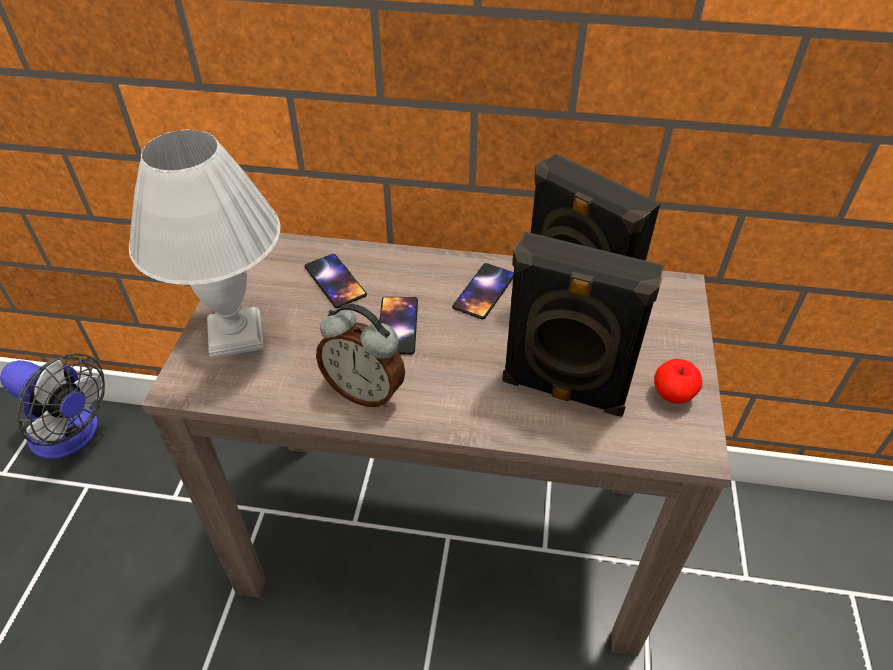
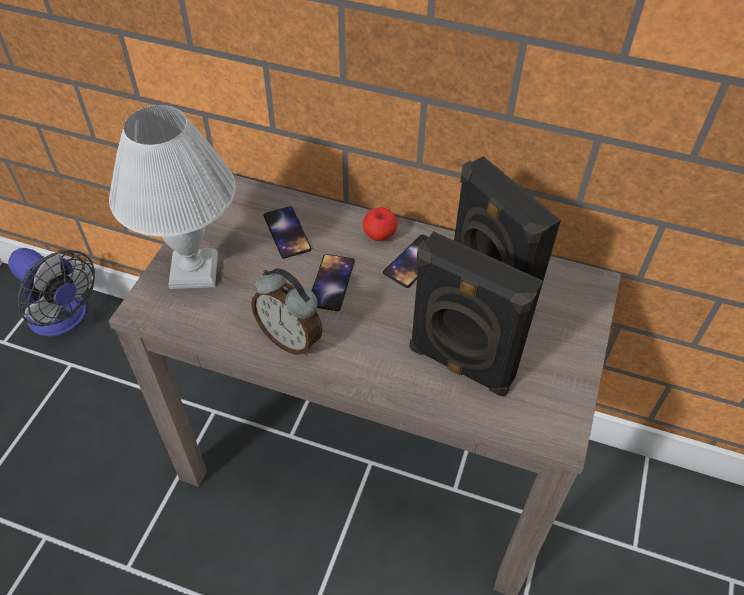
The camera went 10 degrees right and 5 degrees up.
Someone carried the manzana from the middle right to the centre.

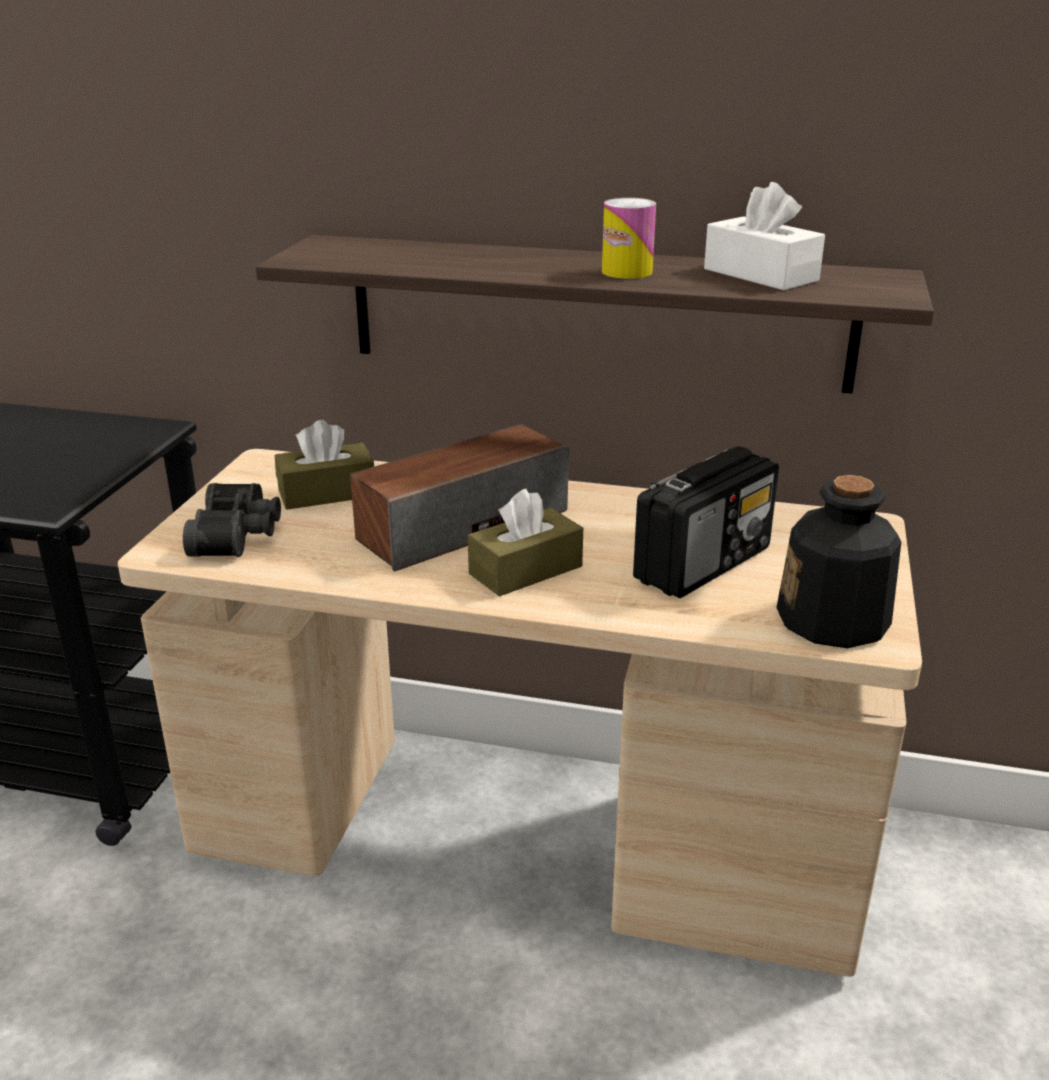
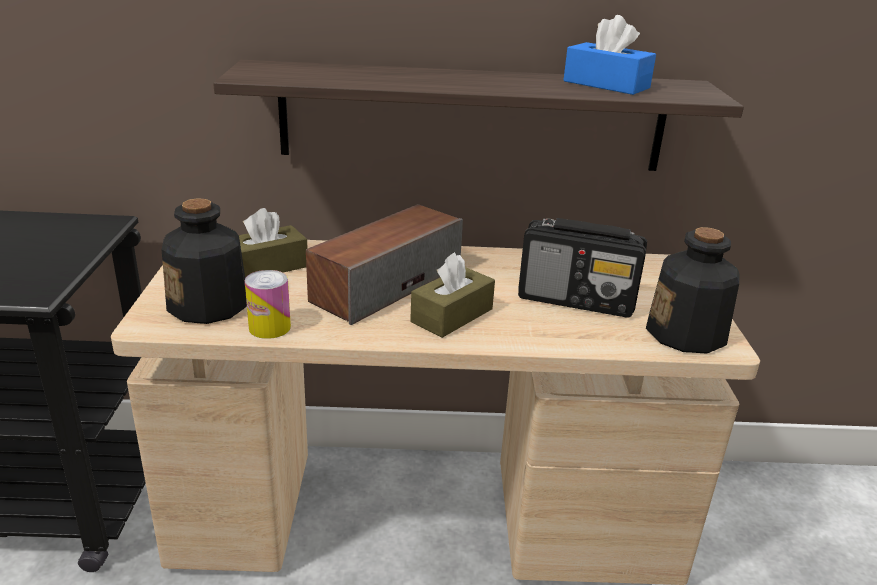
The camera went 15 degrees left and 0 degrees up.
Someone repainted the caja de pañuelos/blanco at the top right, which became the caja de pañuelos/azul at the top right.
Someone carried the lata from the top centre to the middle left.
Someone rotated the radio at the middle right by 75 degrees clockwise.
Someone swapped the prismáticos/negro at the middle left for the botella (1st from left) at the middle left.

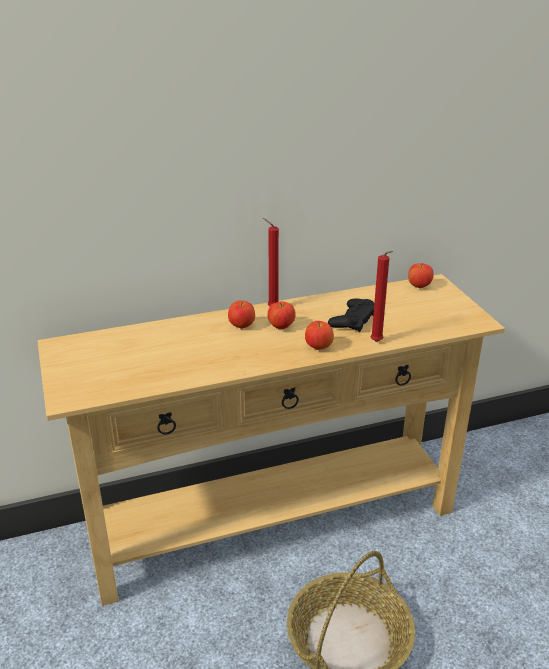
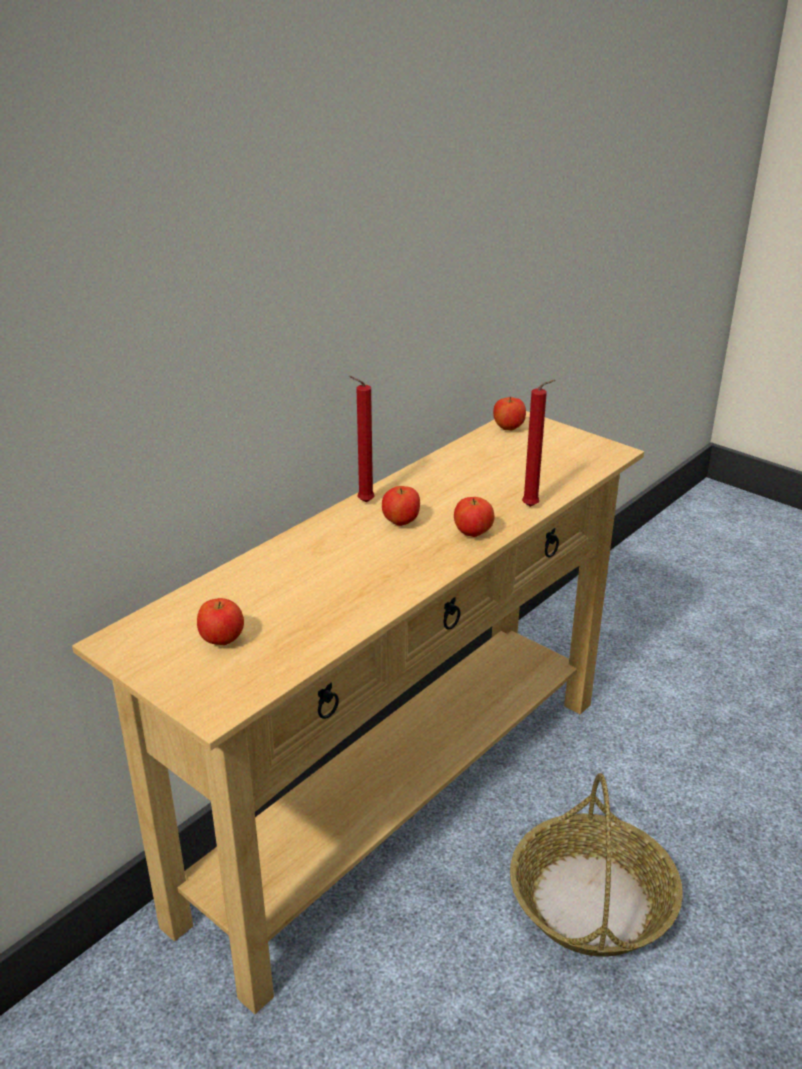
The camera went 30 degrees left and 0 degrees up.
Someone took away the mando de consola/negro at the centre.
Someone carried the manzana (1st from left) from the centre to the middle left.

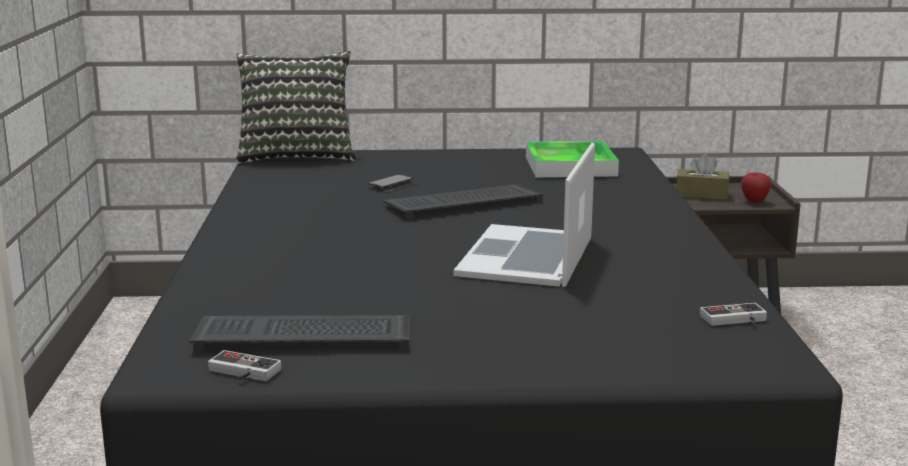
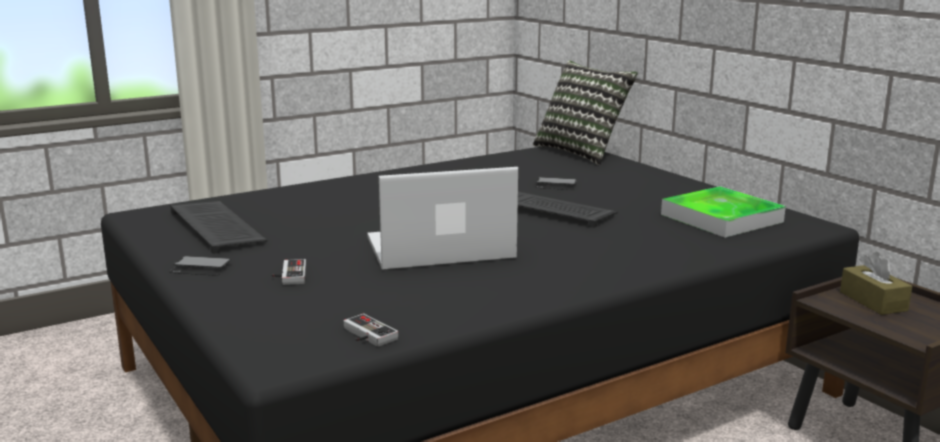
The camera went 60 degrees right and 0 degrees up.
Someone took away the manzana at the middle right.
Someone carried the mando de consola (1st from left) from the bottom left to the middle left.
Someone put down the móvil (1st from left) at the middle left.

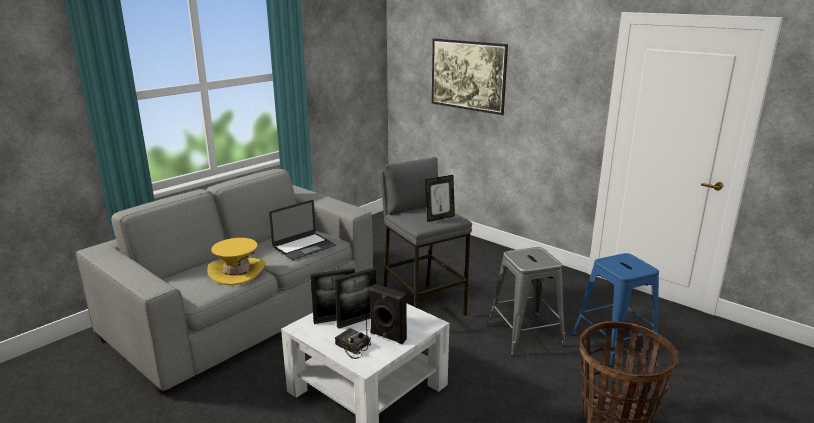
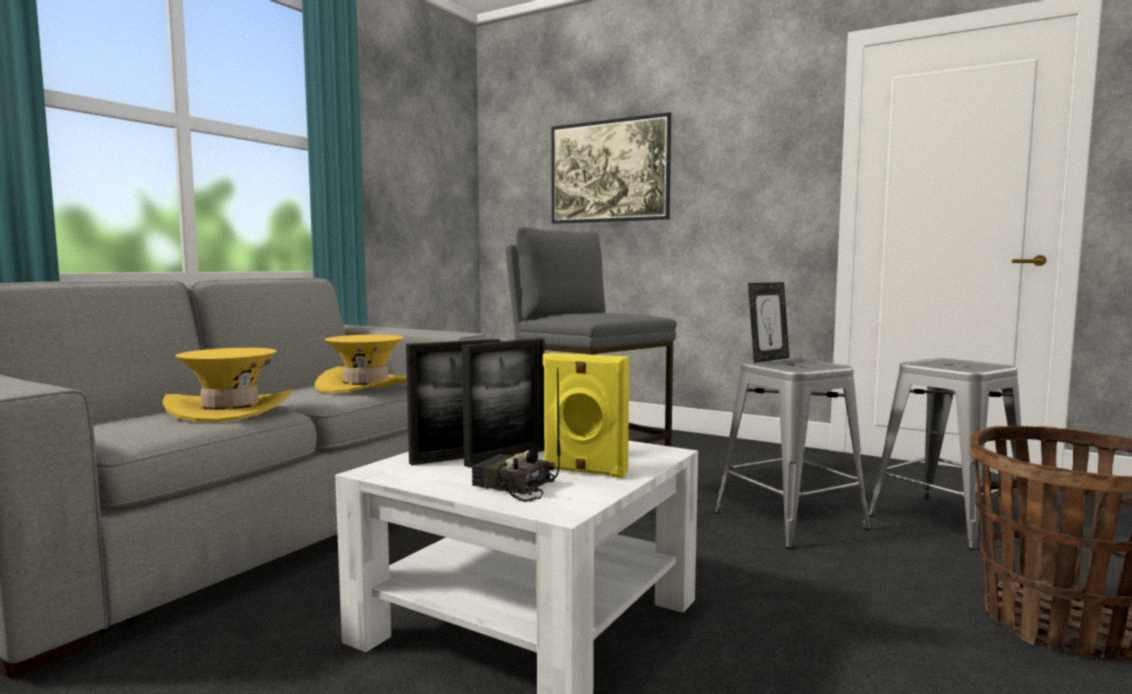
The camera went 10 degrees left and 15 degrees down.
Someone carried the portarretratos (3rd from left) from the centre to the middle right.
Someone swapped the portátil at the centre for the sombrero/amarillo (2nd from left) at the middle left.
Someone repainted the taburete/azul at the bottom right, which became the taburete/gris (3rd from left) at the middle right.
Someone repainted the altavoz/negro at the bottom centre, which became the altavoz/amarillo at the centre.

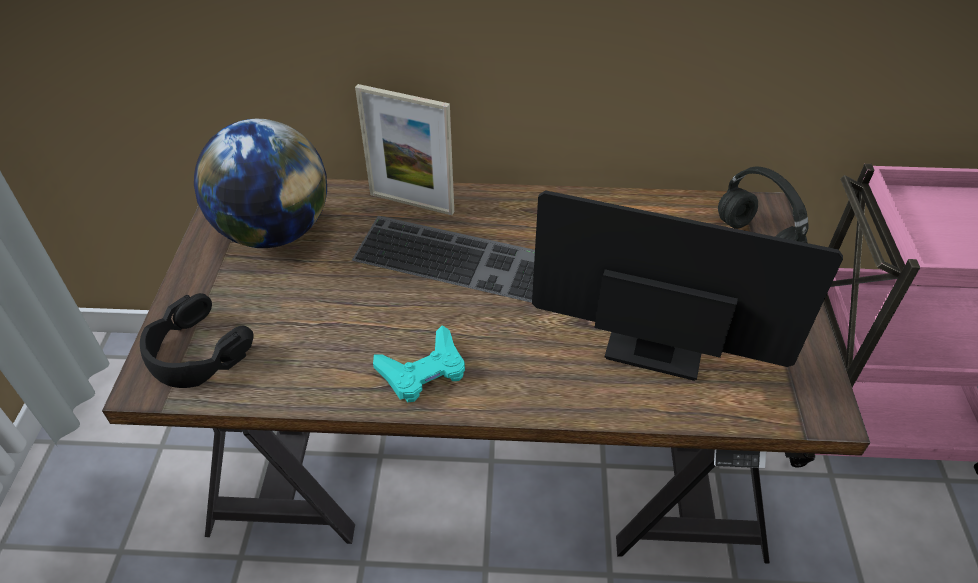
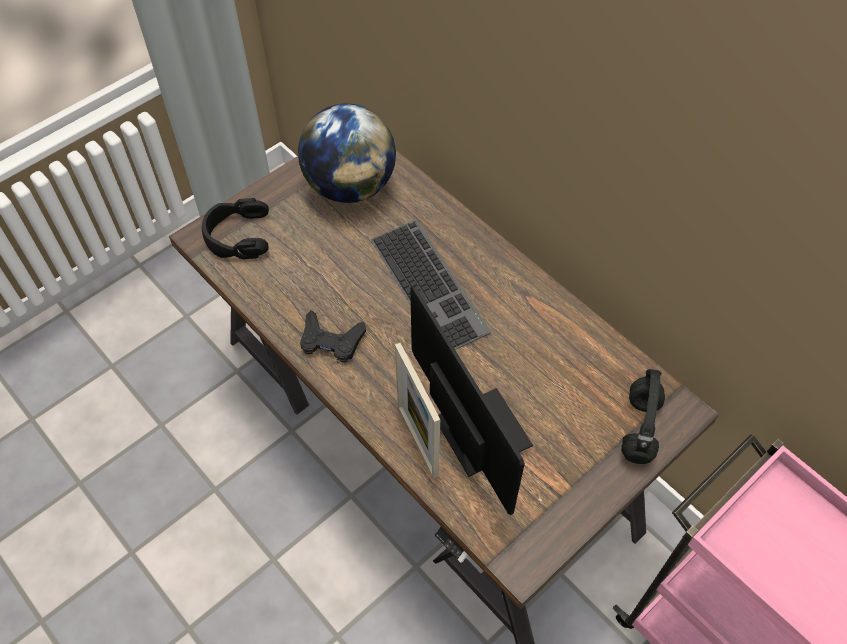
The camera went 45 degrees right and 10 degrees up.
Someone carried the portarretratos from the top centre to the centre.
Someone repainted the mando de consola/turquesa at the centre, which became the mando de consola/negro at the centre.

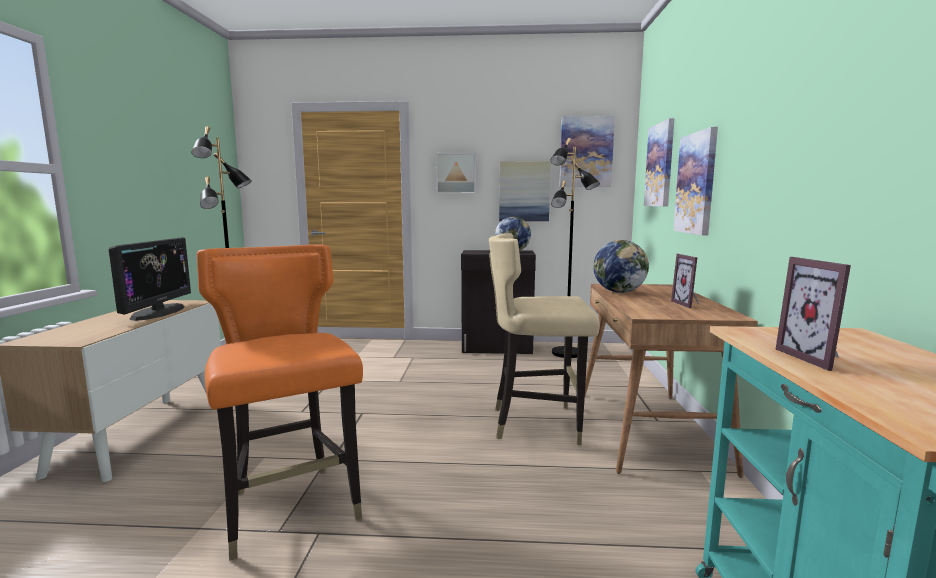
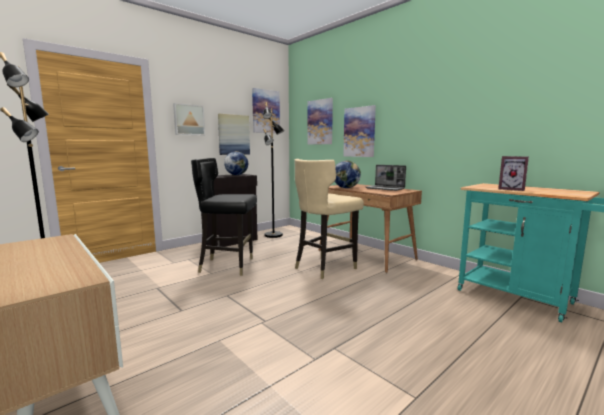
The camera went 45 degrees left and 0 degrees up.
Someone took away the monitor at the middle left.
Someone took away the silla/naranja at the bottom left.
Someone swapped the portarretratos (1st from left) at the middle right for the portátil at the centre.
Someone put down the silla/negro at the centre.

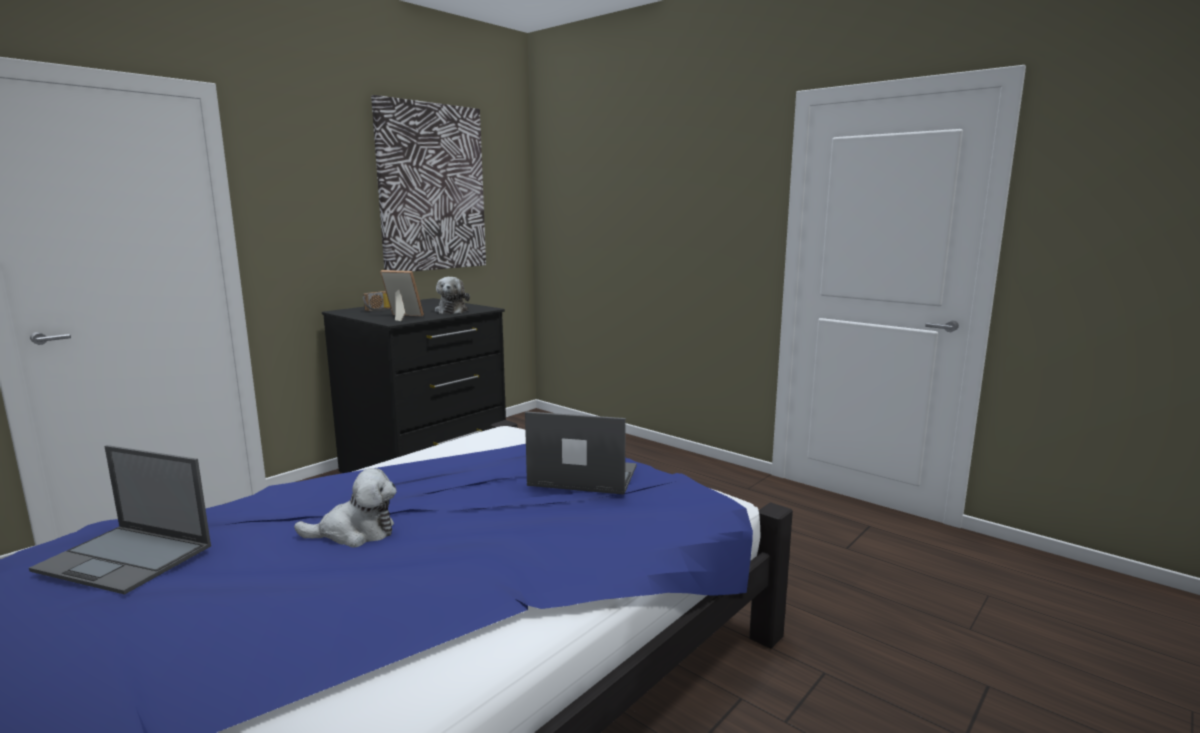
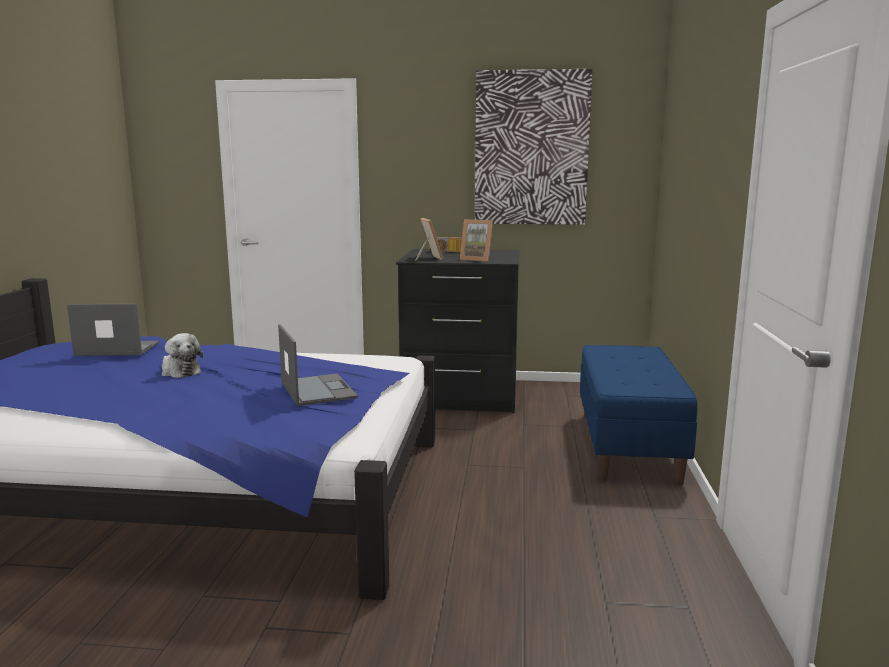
The camera went 55 degrees right and 0 degrees up.
Someone swapped the peluche (2nd from left) at the centre for the portarretratos (2nd from left) at the centre.
Someone rotated the portátil (1st from left) at the bottom left by 105 degrees clockwise.
Someone put down the banco/azul at the middle right.

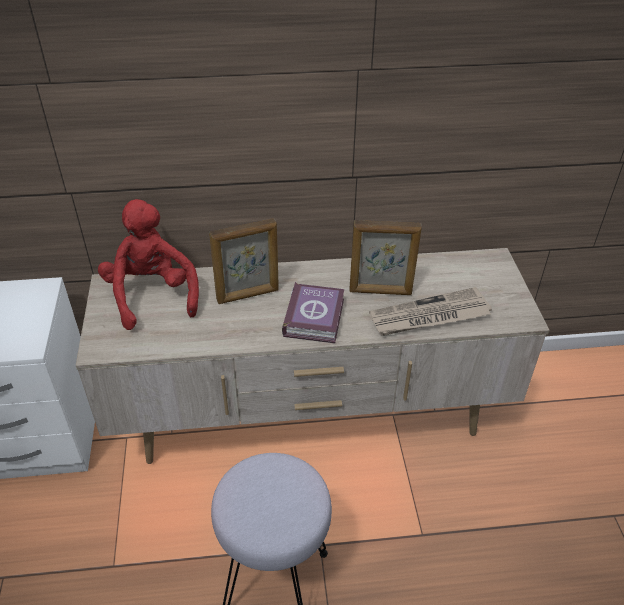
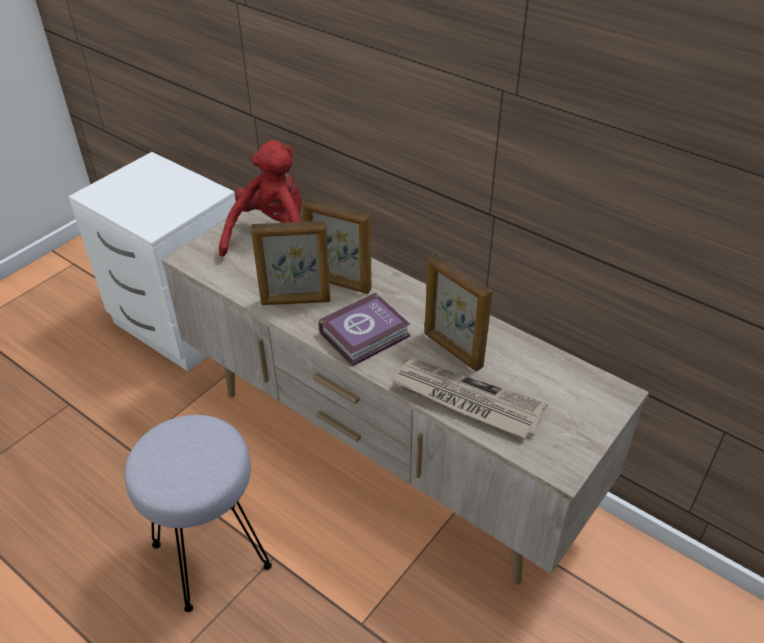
The camera went 45 degrees right and 0 degrees up.
Someone put down the portarretratos (1st from left) at the centre.

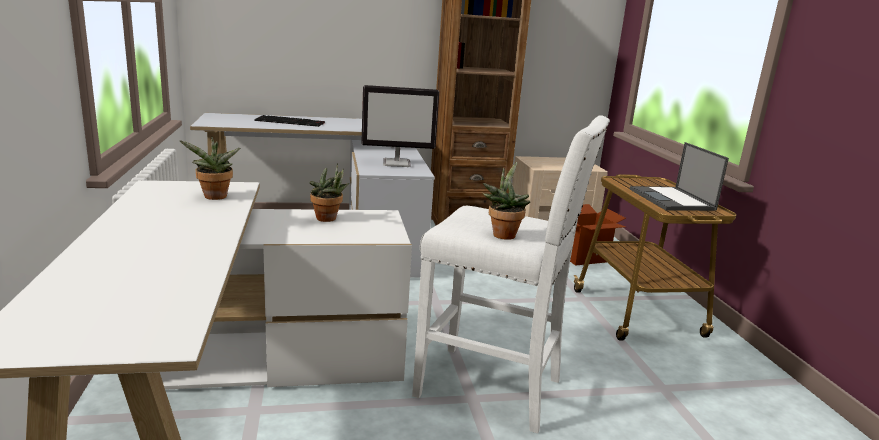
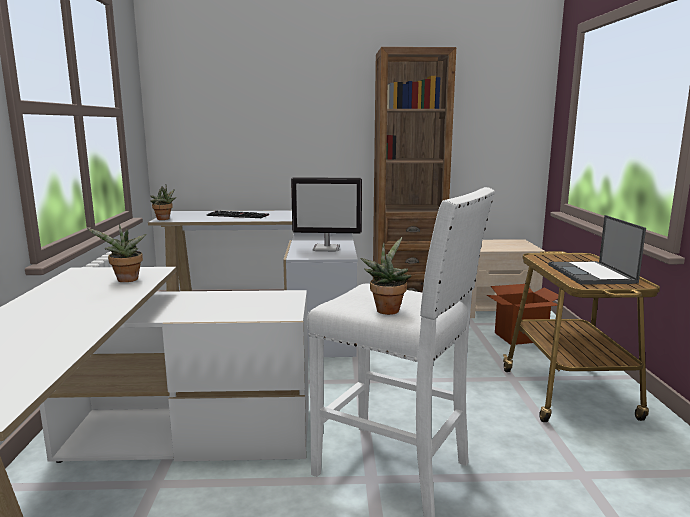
The camera went 10 degrees right and 5 degrees down.
Someone carried the planta en maceta (2nd from left) from the centre to the middle left.

